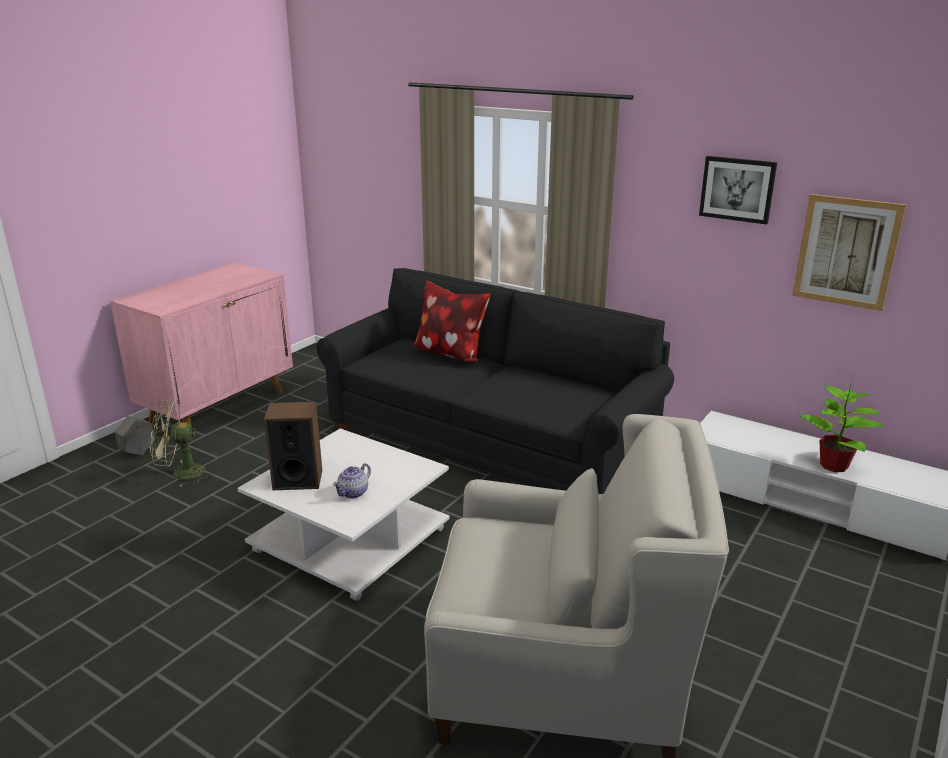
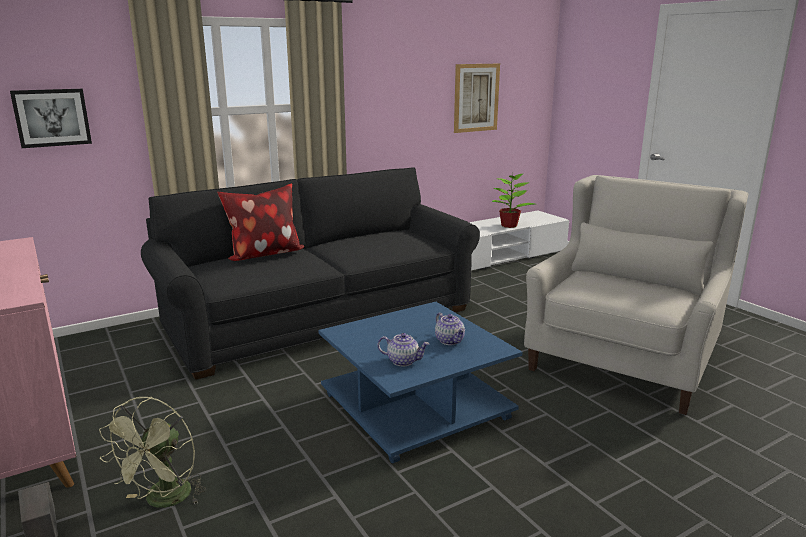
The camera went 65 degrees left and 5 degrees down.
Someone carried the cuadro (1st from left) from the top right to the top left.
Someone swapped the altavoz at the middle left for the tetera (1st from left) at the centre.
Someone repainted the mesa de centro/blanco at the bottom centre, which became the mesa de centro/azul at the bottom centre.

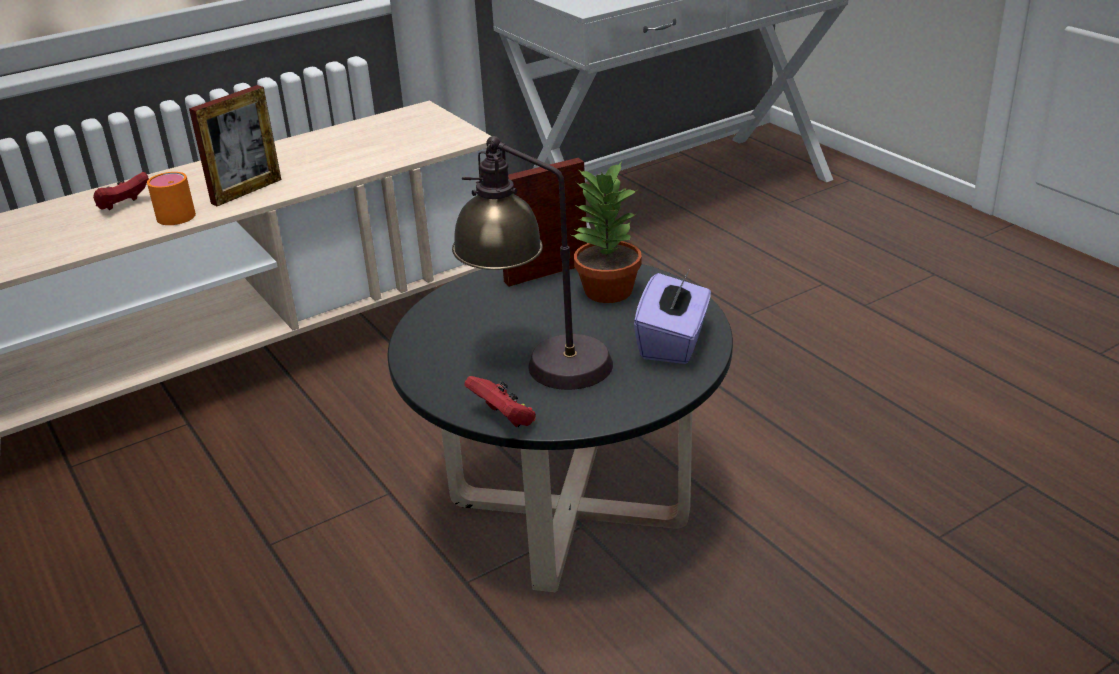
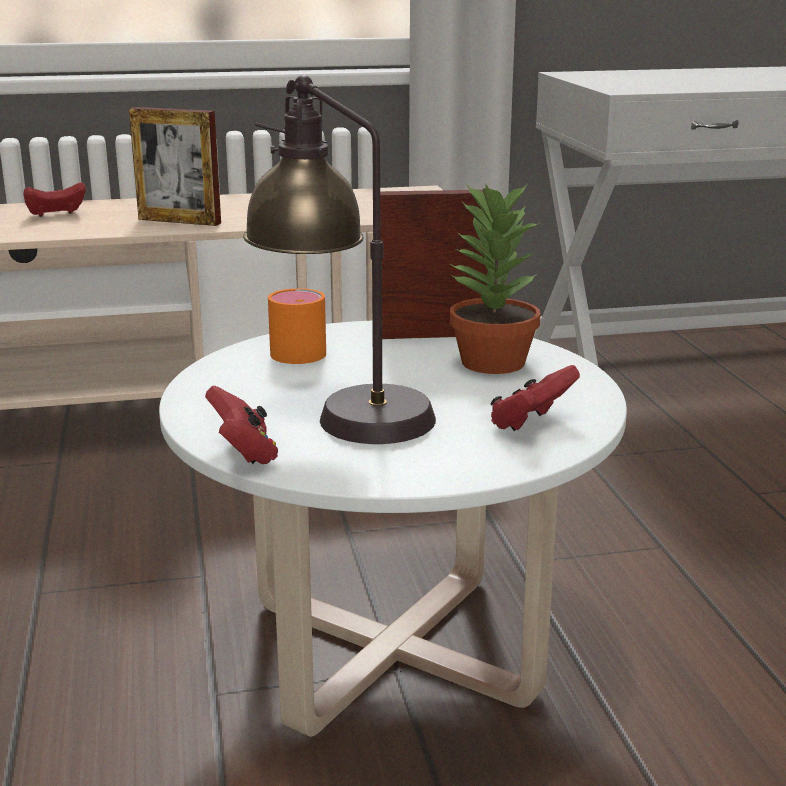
The camera went 20 degrees right and 10 degrees down.
Someone rotated the portarretratos (1st from left) at the top left by 45 degrees clockwise.
Someone carried the taza grande/naranja from the top left to the centre.
Someone repainted the mesa de centro/negro at the centre, which became the mesa de centro/blanco at the bottom centre.
Someone swapped the caja de pañuelos/morado at the centre for the mando de consola/rojo (3rd from left) at the middle right.

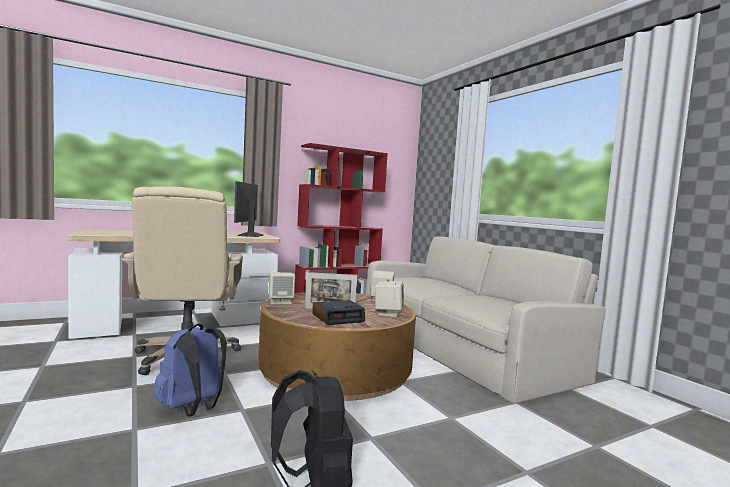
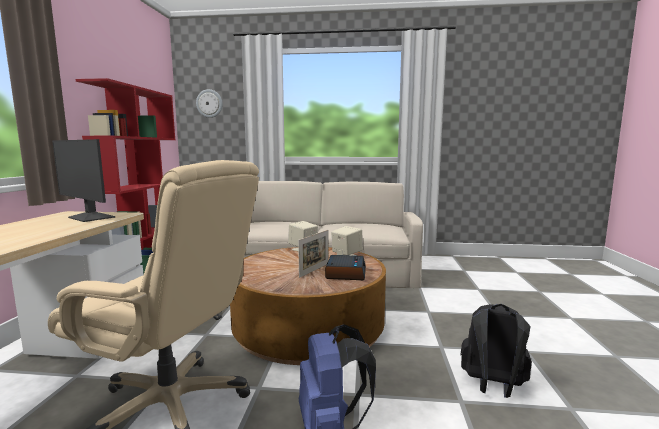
The camera went 55 degrees left and 5 degrees up.
Someone took away the altavoz/beis (1st from left) at the centre.
Someone put up the reloj de pared at the top left.

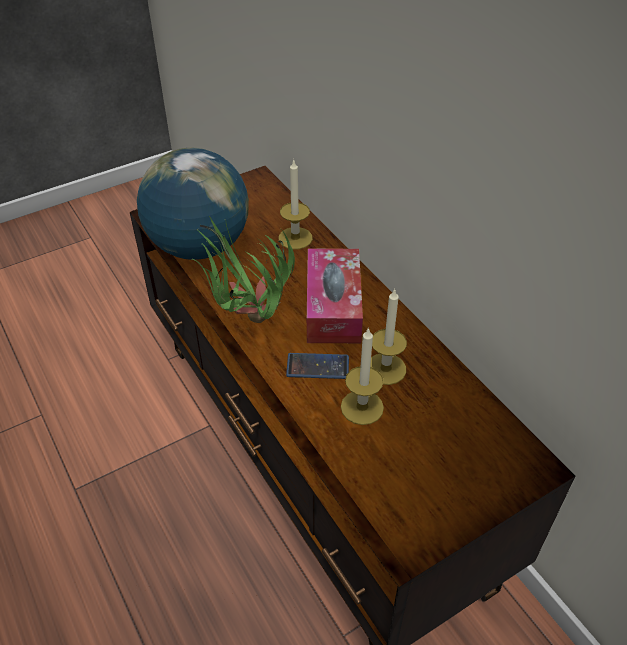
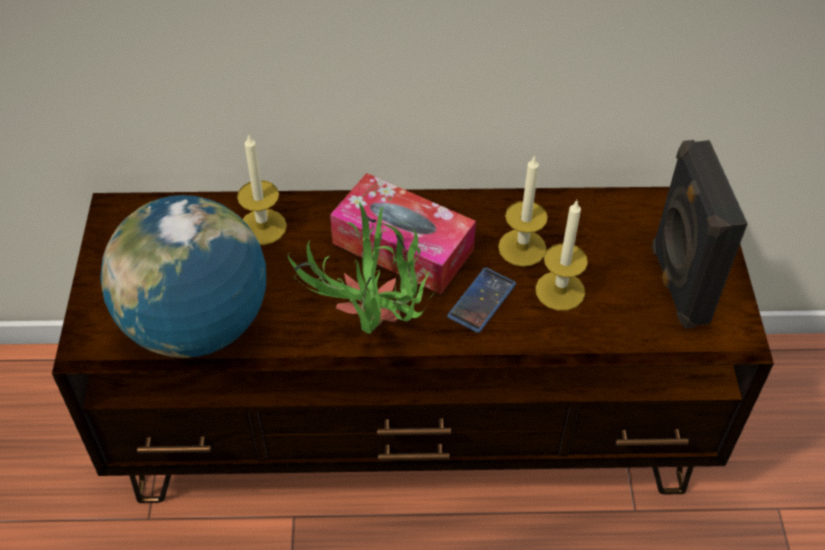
The camera went 60 degrees left and 5 degrees up.
Someone put down the altavoz/negro at the middle right.

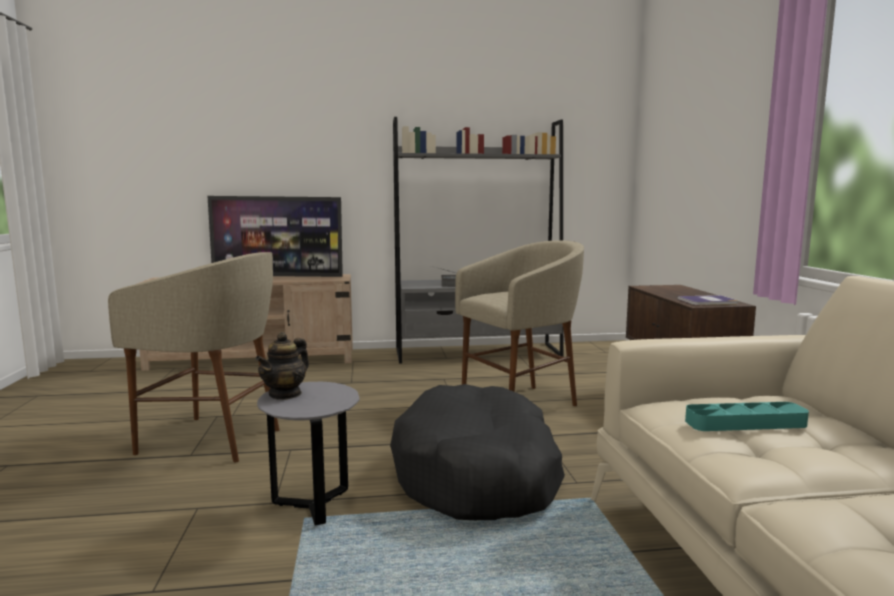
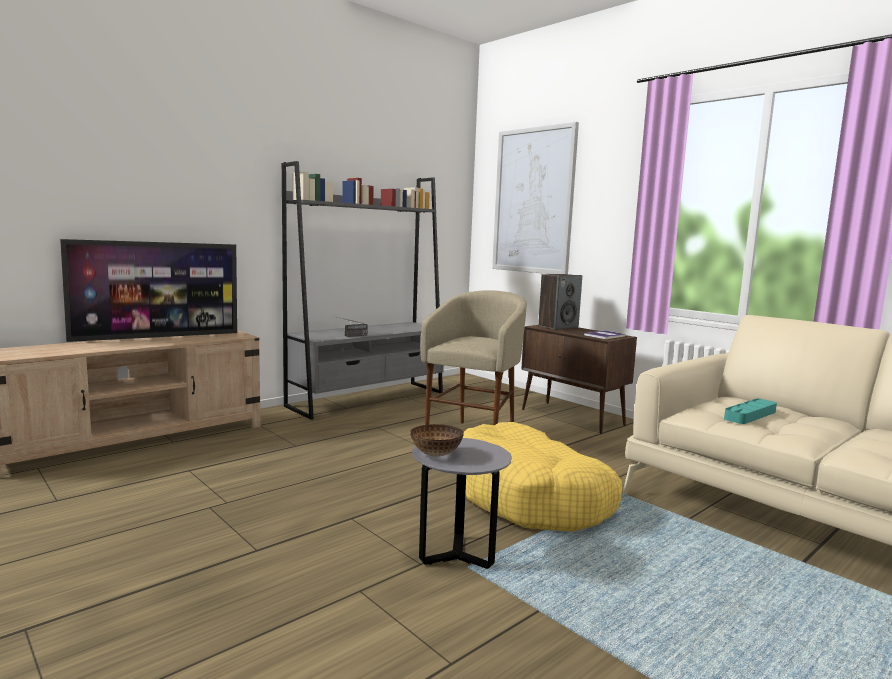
The camera went 35 degrees left and 0 degrees up.
Someone took away the taburete/beis (1st from left) at the middle left.
Someone swapped the tetera at the middle left for the cuenco at the centre.
Someone repainted the cama para perro/negro at the bottom centre, which became the cama para perro/amarillo at the bottom centre.
Someone put up the cuadro at the top centre.
Someone put down the altavoz at the centre.

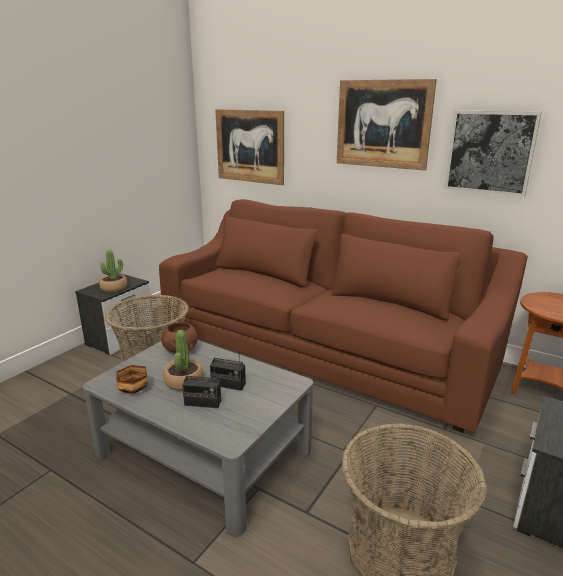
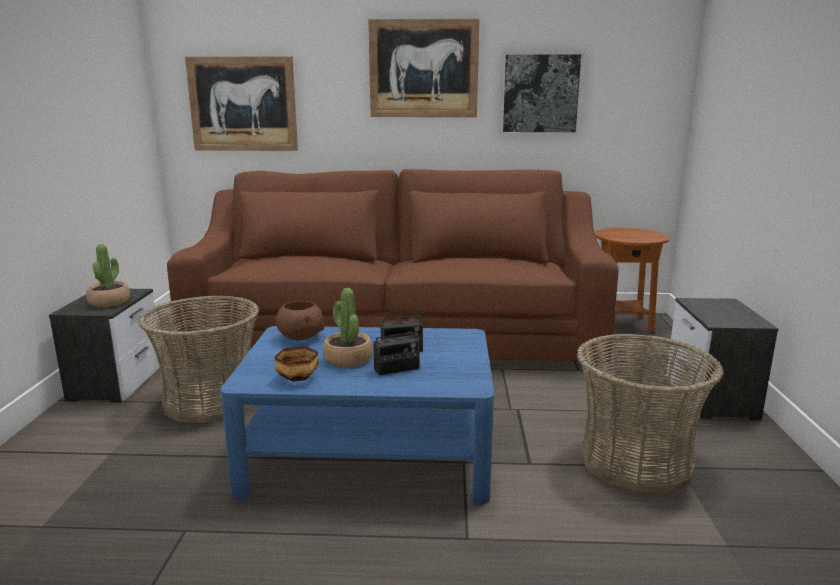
The camera went 30 degrees left and 5 degrees down.
Someone repainted the mesa de centro/gris at the bottom centre, which became the mesa de centro/azul at the bottom centre.

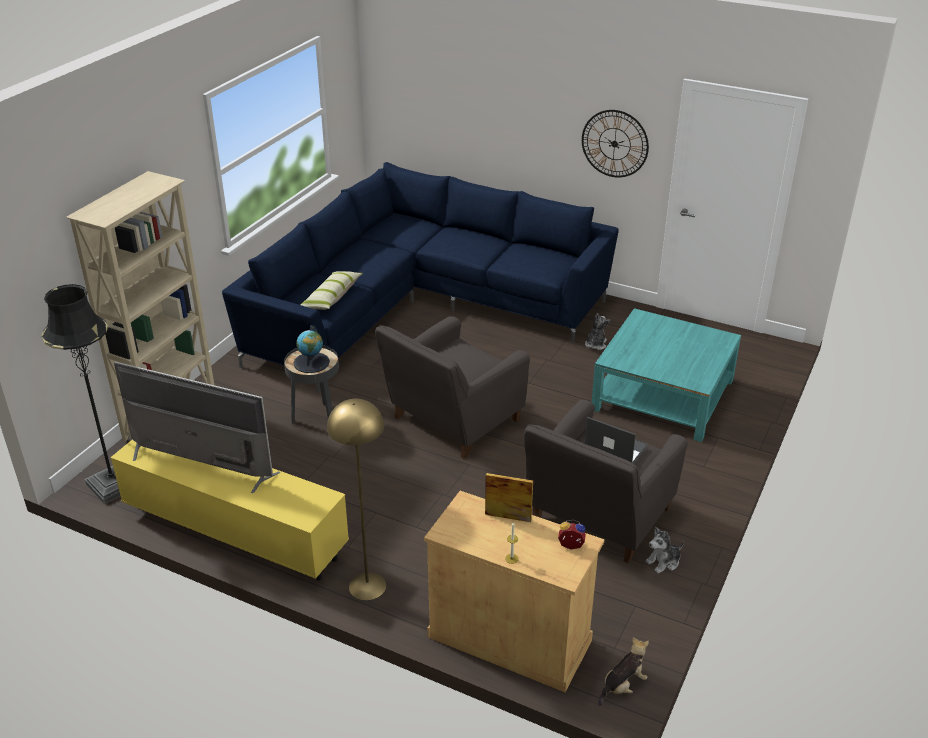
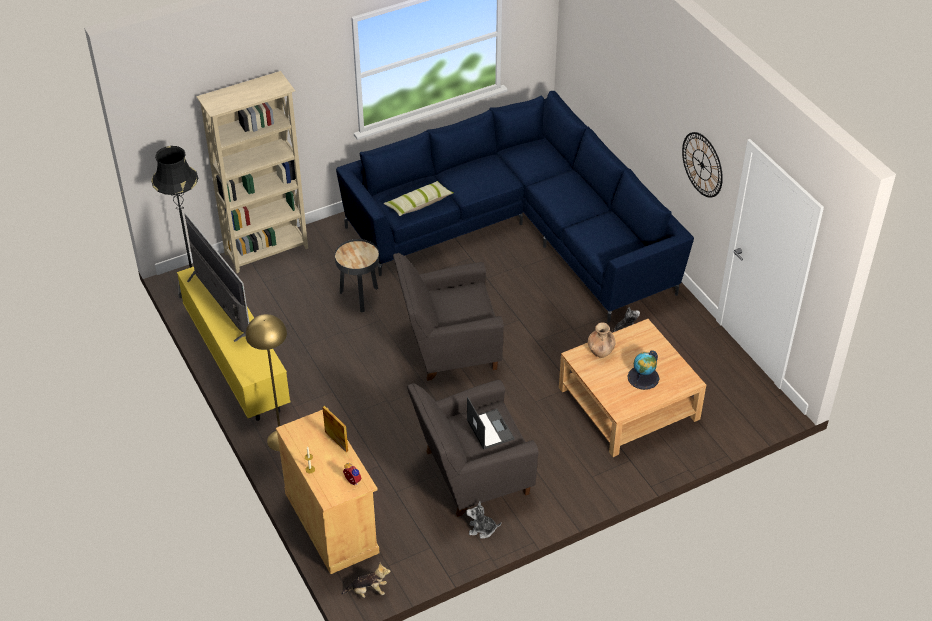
The camera went 35 degrees right and 10 degrees up.
Someone repainted the mesa de centro/turquesa at the middle right, which became the mesa de centro/beis at the middle right.
Someone carried the globo terráqueo from the centre to the middle right.
Someone put down the florero/marrón at the centre.

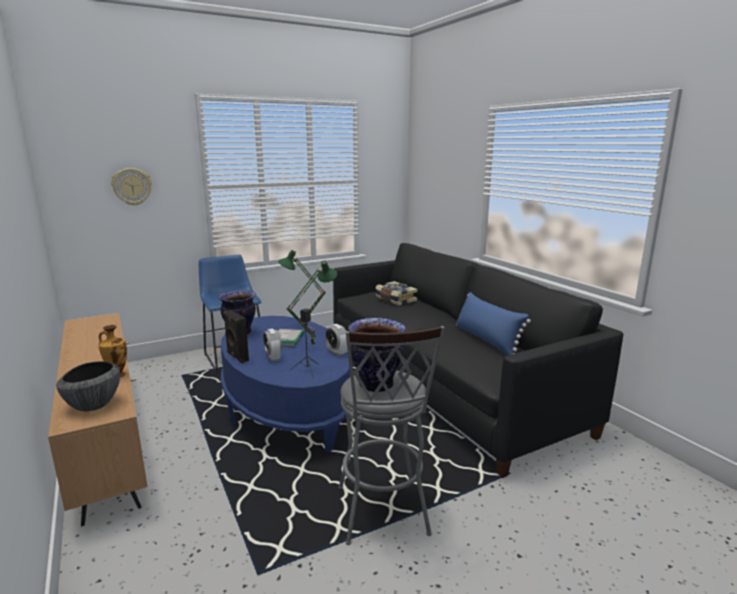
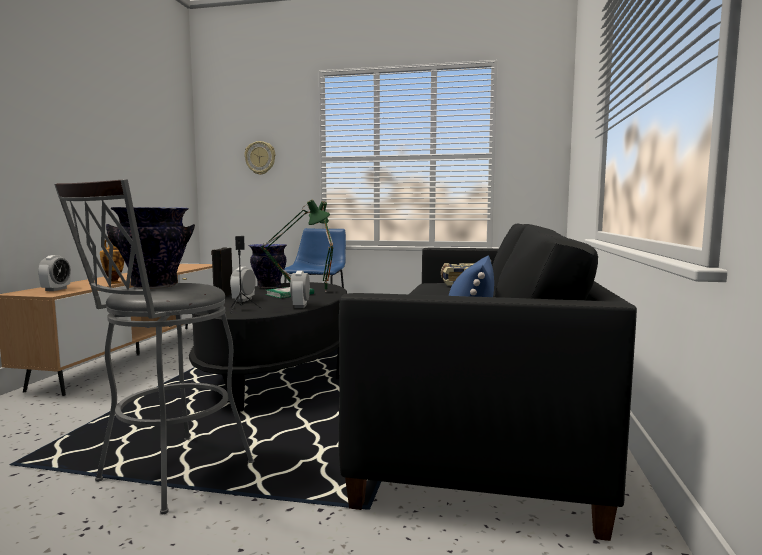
The camera went 40 degrees right and 10 degrees down.
Someone repainted the mesa de centro/azul at the centre, which became the mesa de centro/negro at the centre.
Someone swapped the cuenco at the middle left for the despertador (1st from left) at the middle left.

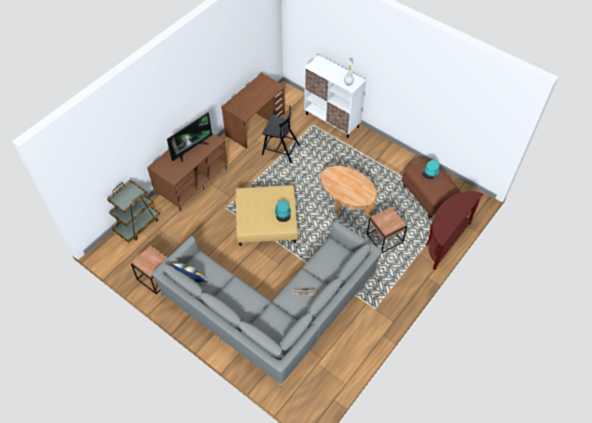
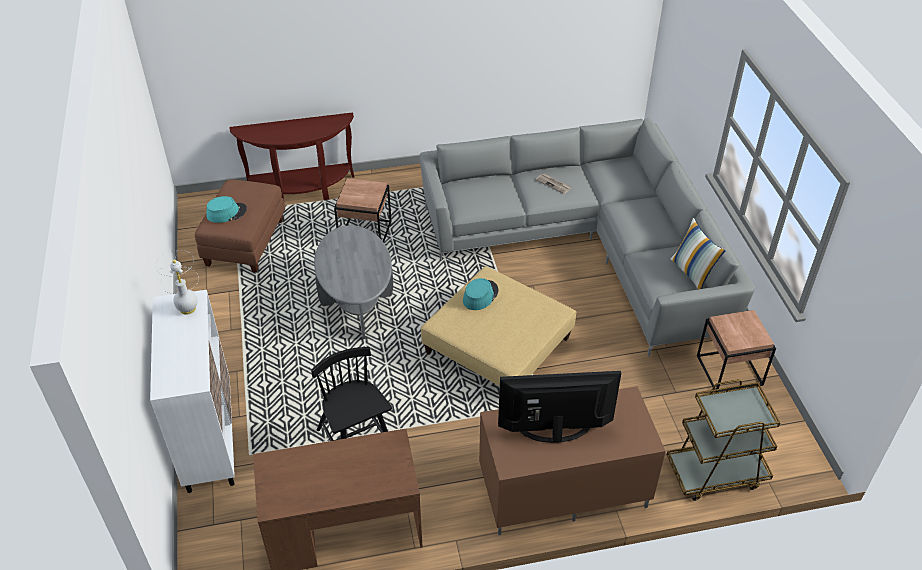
The camera went 140 degrees left and 10 degrees down.
Someone repainted the mesa de centro/marrón at the centre, which became the mesa de centro/gris at the centre.

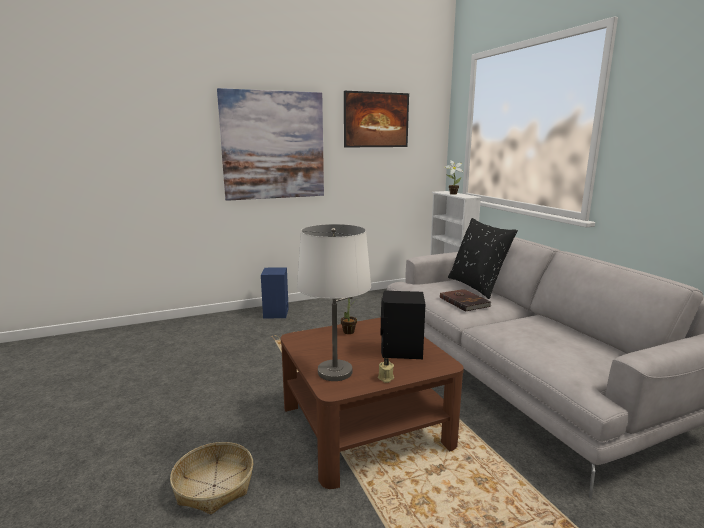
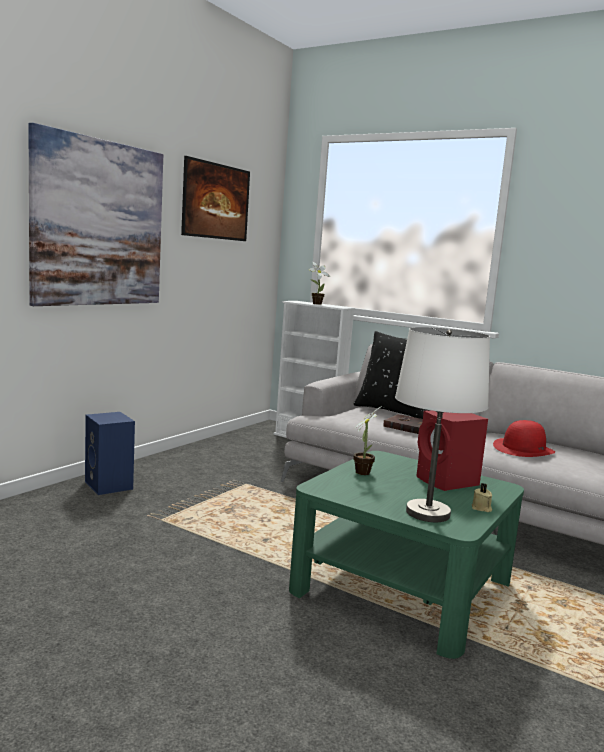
The camera went 35 degrees left and 5 degrees down.
Someone repainted the altavoz/negro at the centre, which became the altavoz/rojo at the middle right.
Someone repainted the mesa de centro/marrón at the bottom centre, which became the mesa de centro/verde at the bottom right.
Someone took away the cesta at the bottom left.
Someone put down the sombrero/rojo at the middle right.

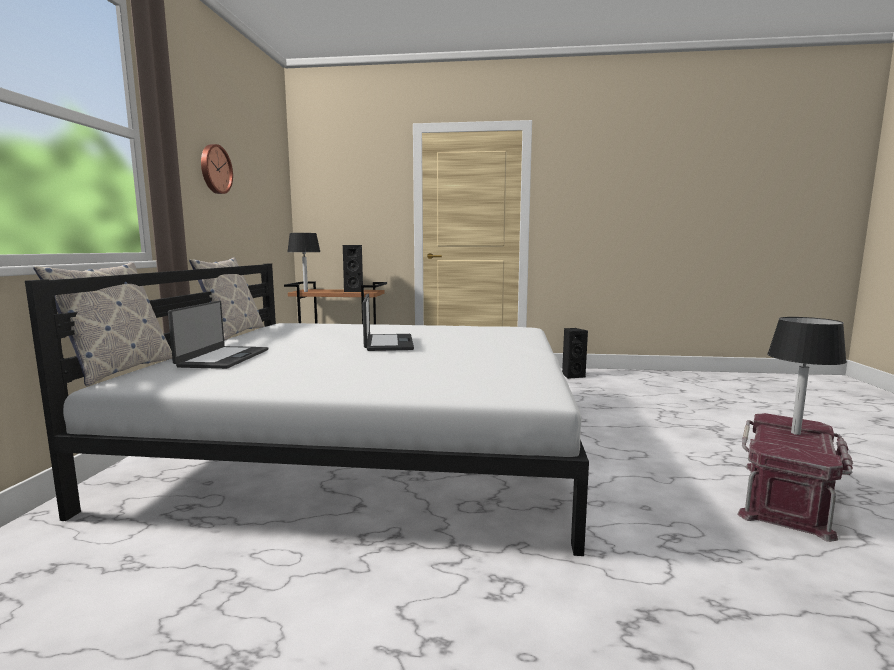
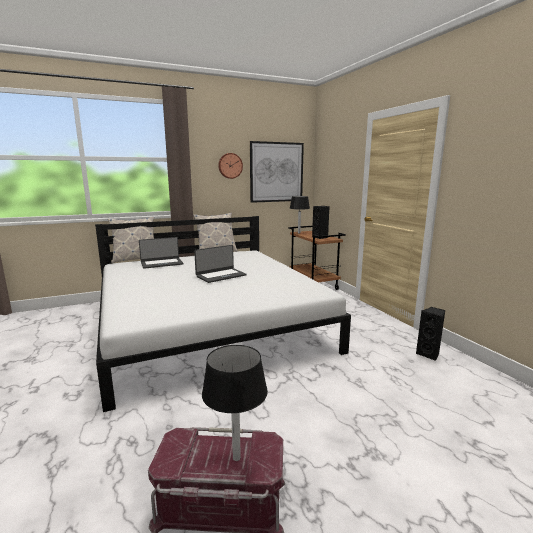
The camera went 60 degrees right and 5 degrees up.
Someone put up the cuadro at the top centre.

